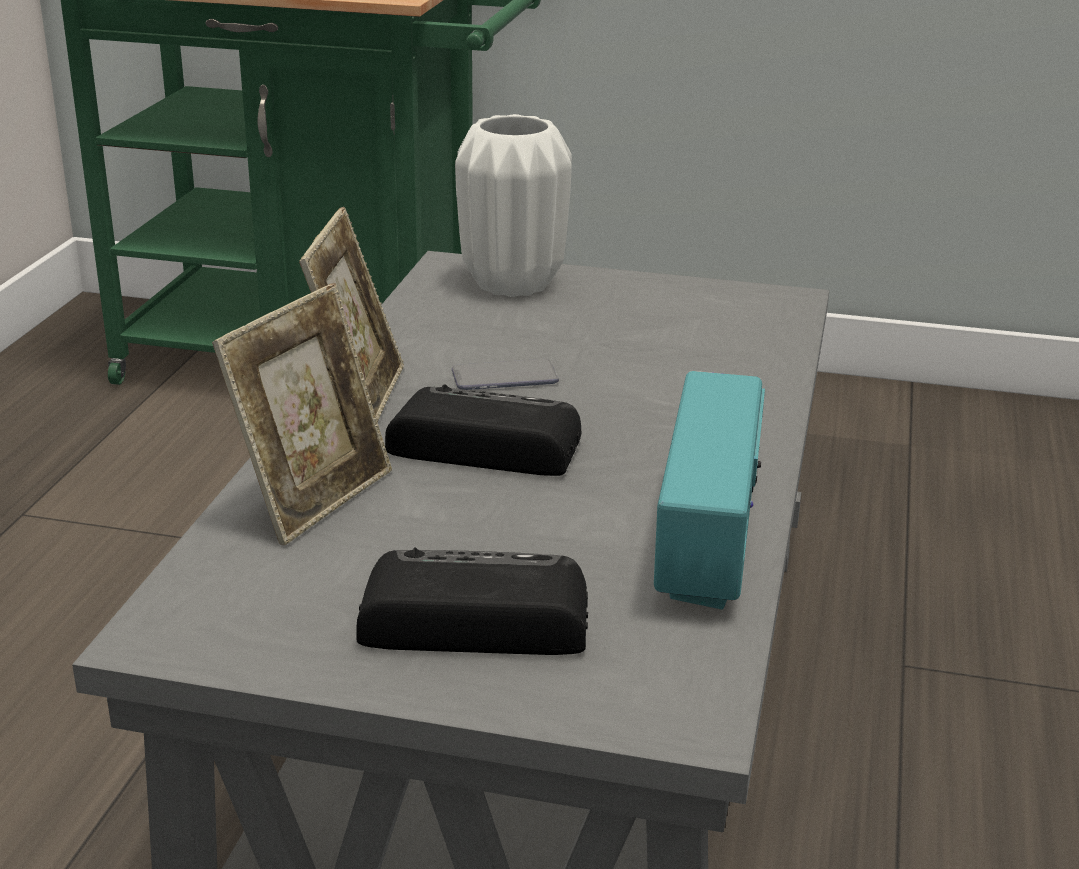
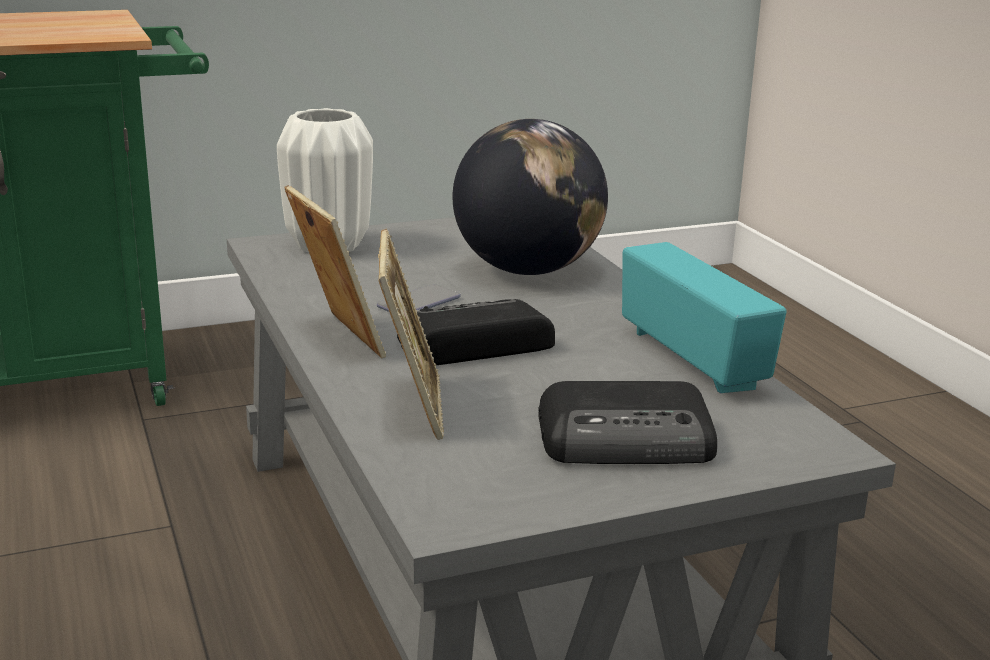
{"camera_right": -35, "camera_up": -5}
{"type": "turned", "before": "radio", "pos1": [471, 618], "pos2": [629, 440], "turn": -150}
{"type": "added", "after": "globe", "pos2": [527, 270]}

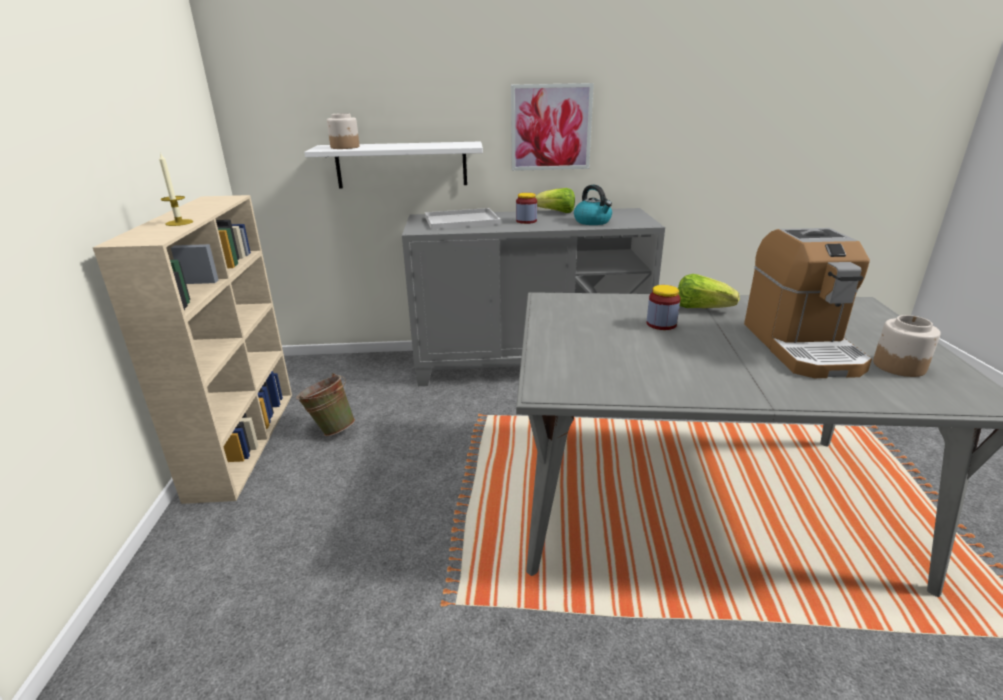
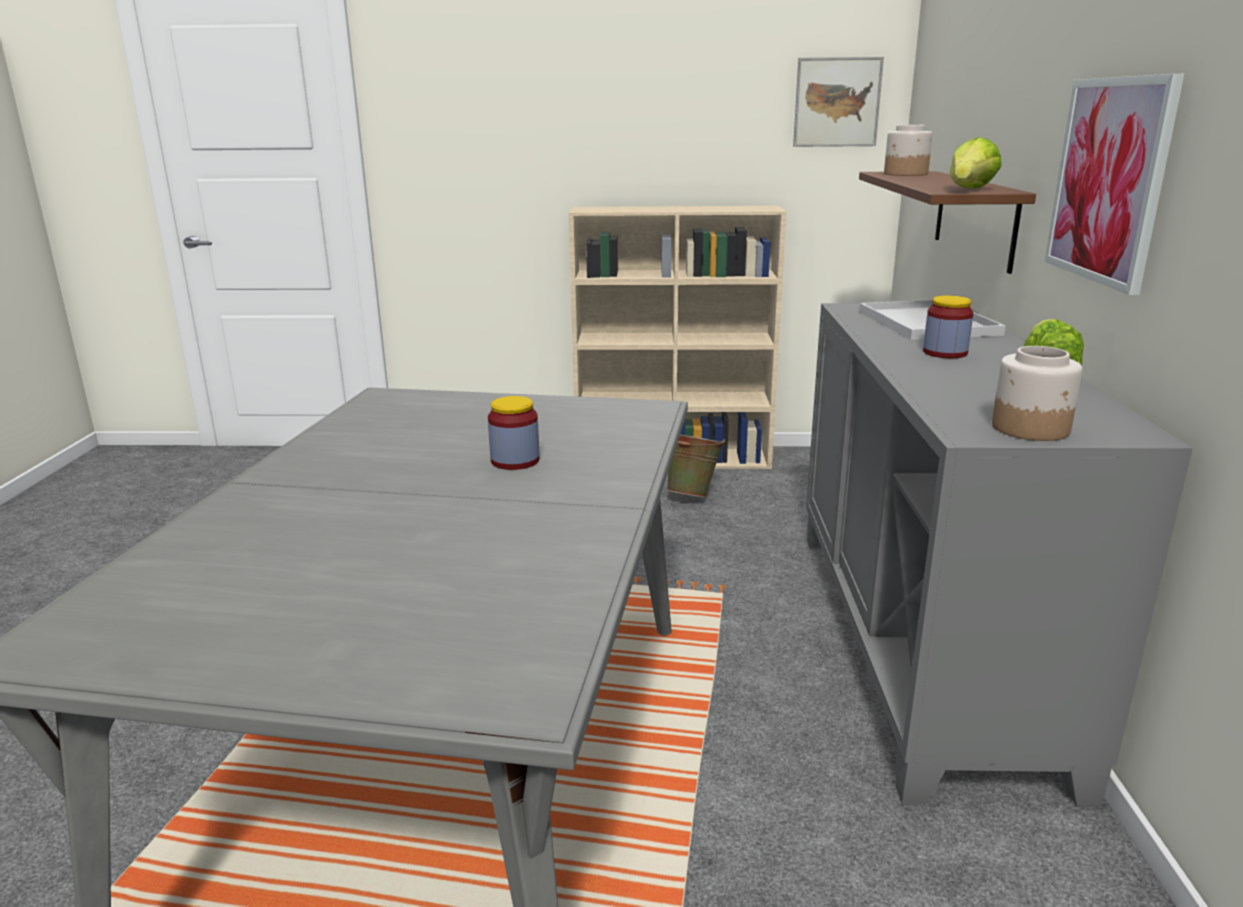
{"camera_right": 95, "camera_up": -5}
{"type": "removed", "before": "candle", "pos1": [179, 223]}
{"type": "recoloured", "before": "shelf in white", "after": "shelf in brown", "pos1": [401, 165], "pos2": [974, 218]}
{"type": "removed", "before": "kettle", "pos1": [593, 222]}
{"type": "moved", "before": "lettuce", "pos1": [701, 308], "pos2": [969, 190]}
{"type": "removed", "before": "coffee machine", "pos1": [801, 346]}
{"type": "moved", "before": "jar", "pos1": [899, 366], "pos2": [1031, 429]}
{"type": "added", "after": "picture", "pos2": [837, 102]}

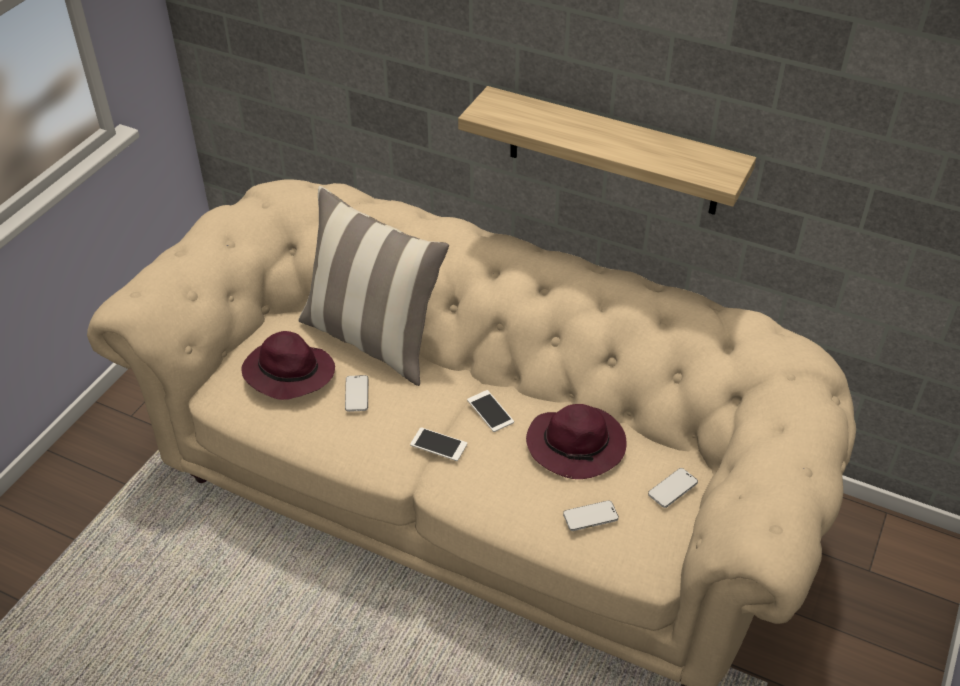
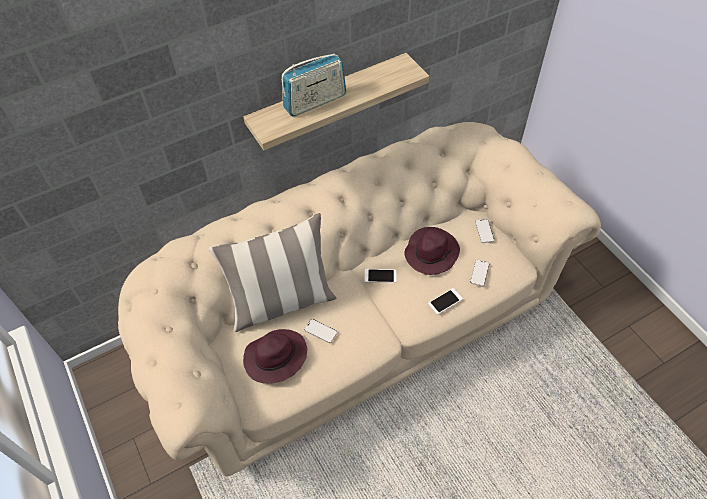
{"camera_right": -55, "camera_up": 10}
{"type": "moved", "before": "phone", "pos1": [438, 444], "pos2": [445, 301]}
{"type": "added", "after": "radio", "pos2": [315, 102]}

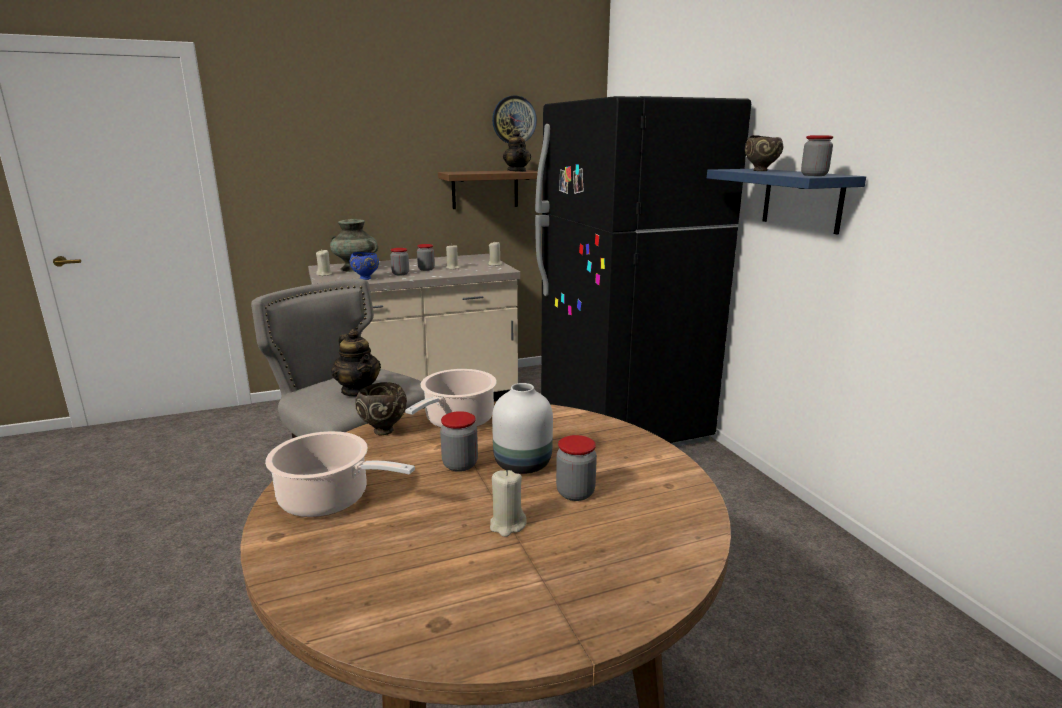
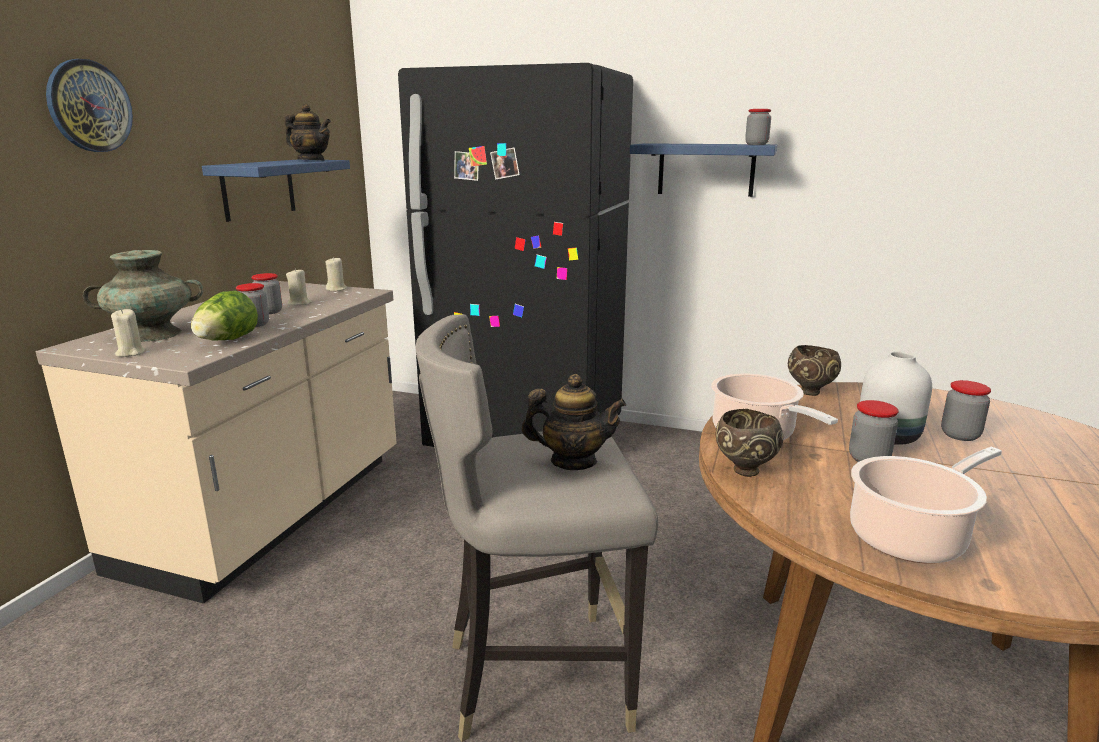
{"camera_right": -50, "camera_up": 0}
{"type": "replaced", "before": "bowl in blue", "after": "lettuce", "pos1": [366, 278], "pos2": [227, 341]}
{"type": "recoloured", "before": "shelf in brown", "after": "shelf in blue", "pos1": [485, 189], "pos2": [258, 189]}
{"type": "removed", "before": "candle in beige", "pos1": [507, 525]}
{"type": "moved", "before": "wall clock", "pos1": [514, 120], "pos2": [89, 106]}
{"type": "moved", "before": "bowl in brown", "pos1": [761, 170], "pos2": [811, 392]}

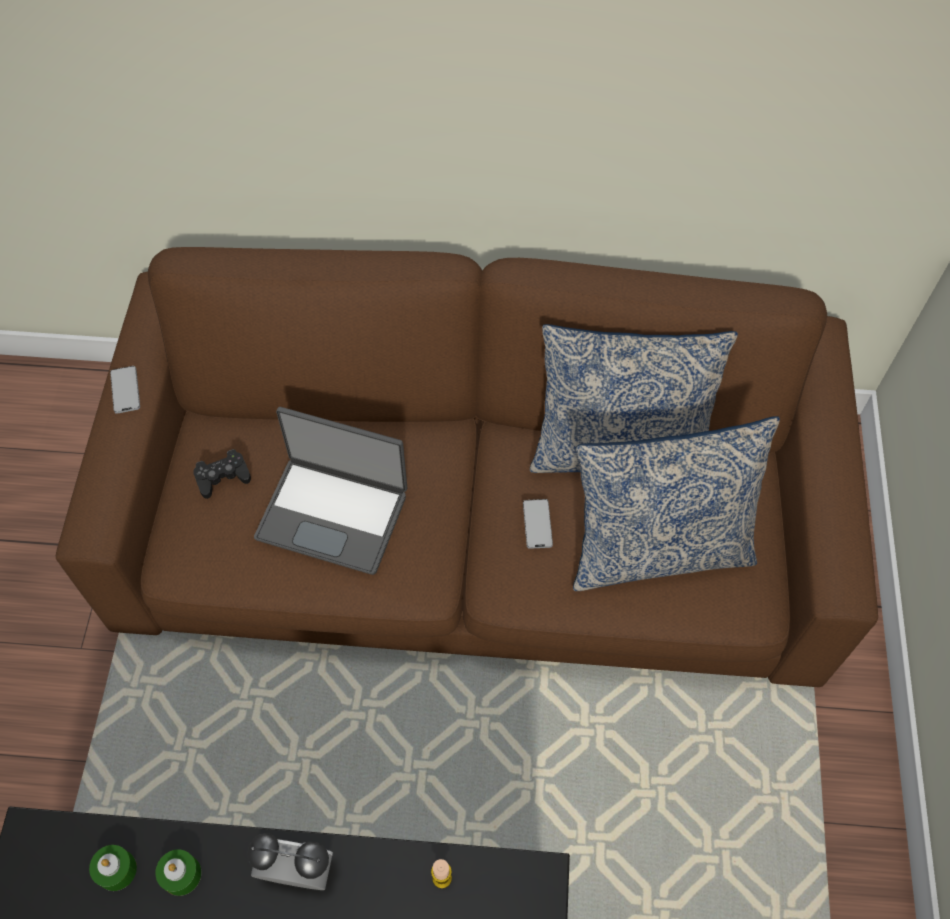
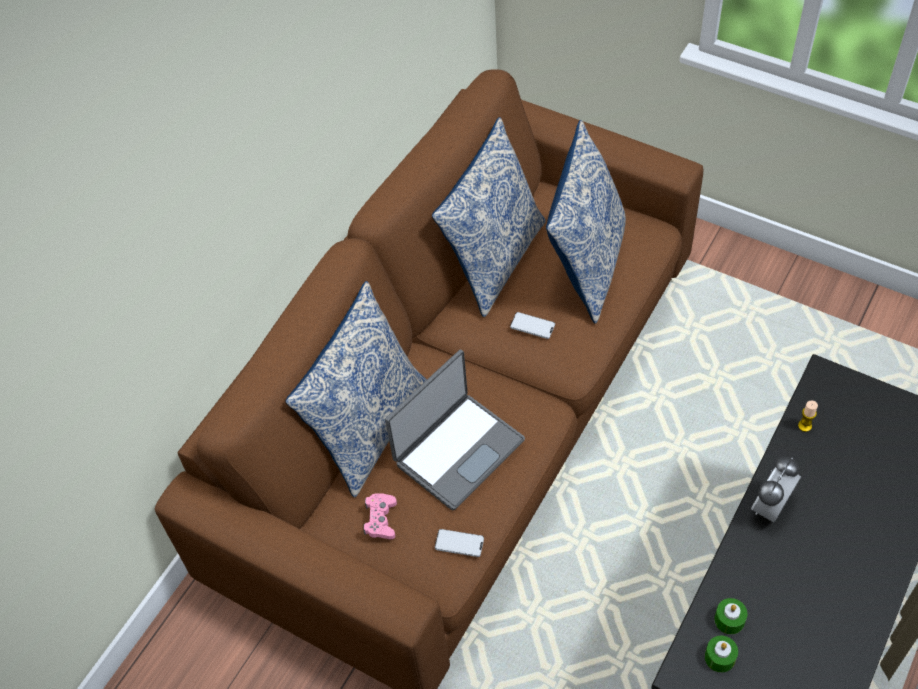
{"camera_right": -60, "camera_up": -5}
{"type": "moved", "before": "phone", "pos1": [125, 390], "pos2": [459, 543]}
{"type": "moved", "before": "candle in green", "pos1": [181, 875], "pos2": [720, 657]}
{"type": "recoloured", "before": "game controller in black", "after": "game controller in pink", "pos1": [222, 477], "pos2": [380, 519]}
{"type": "added", "after": "pillow", "pos2": [368, 428]}

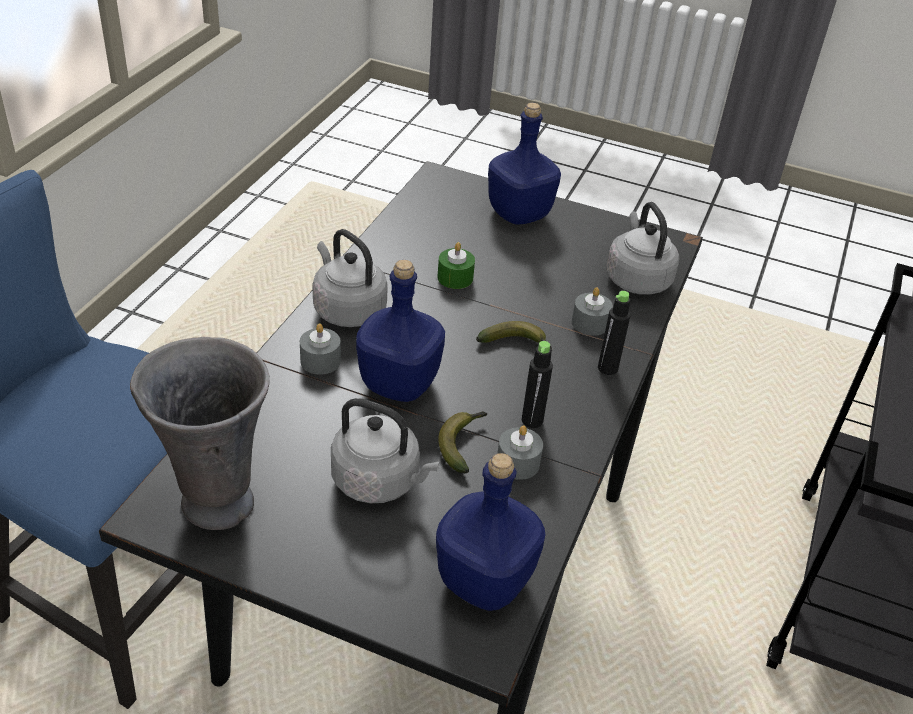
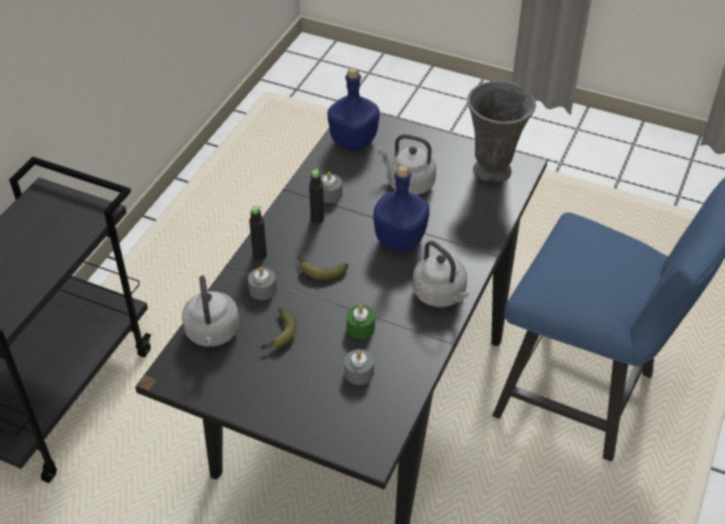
{"camera_right": -175, "camera_up": 5}
{"type": "moved", "before": "candle in grey", "pos1": [320, 361], "pos2": [359, 373]}
{"type": "moved", "before": "banana", "pos1": [463, 443], "pos2": [279, 335]}
{"type": "removed", "before": "bottle in blue", "pos1": [520, 214]}

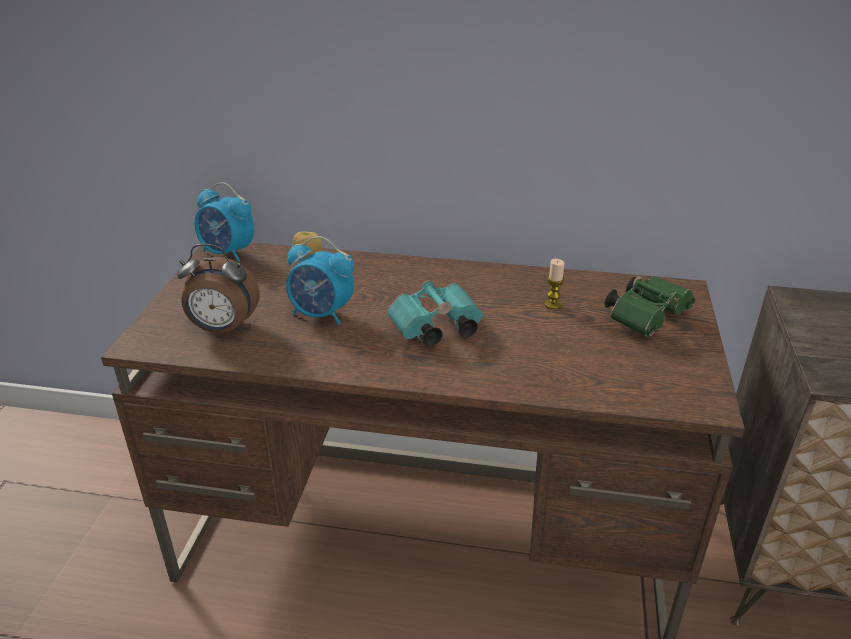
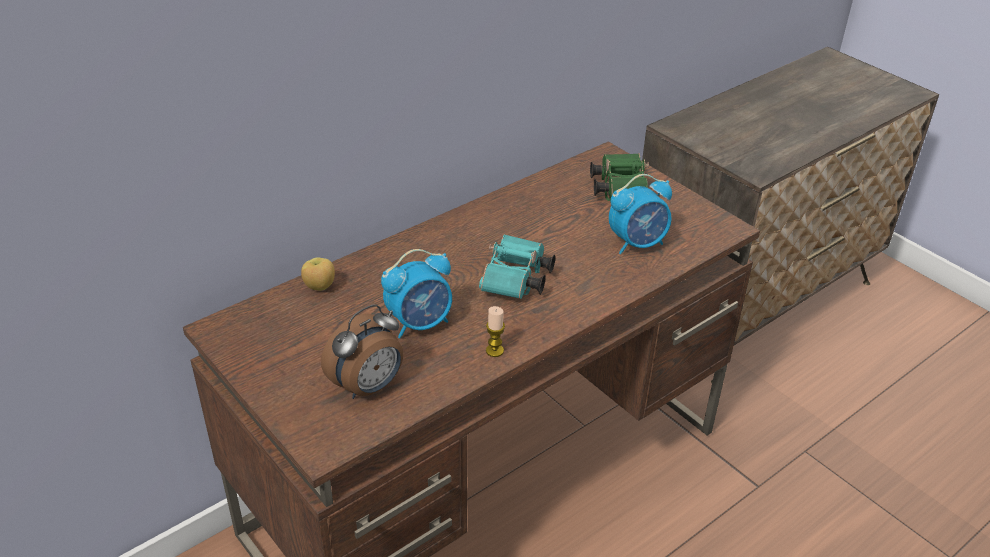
{"camera_right": -50, "camera_up": 5}
{"type": "moved", "before": "alarm clock", "pos1": [228, 253], "pos2": [637, 243]}
{"type": "moved", "before": "candle", "pos1": [552, 304], "pos2": [494, 351]}

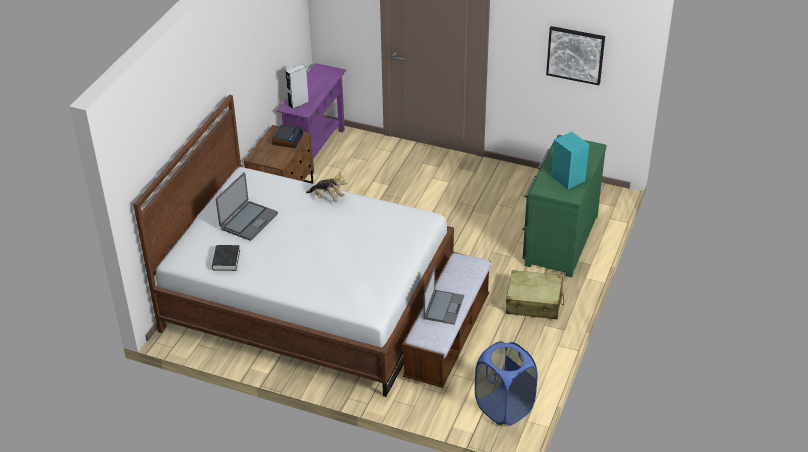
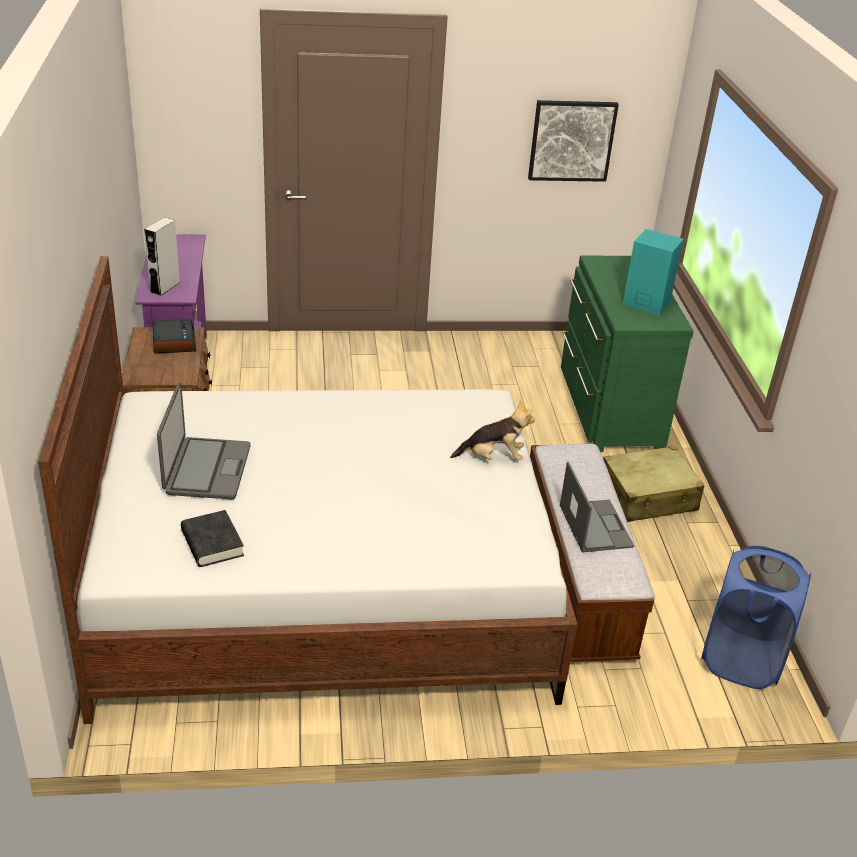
{"camera_right": -30, "camera_up": -5}
{"type": "moved", "before": "plush toy", "pos1": [327, 198], "pos2": [493, 457]}

